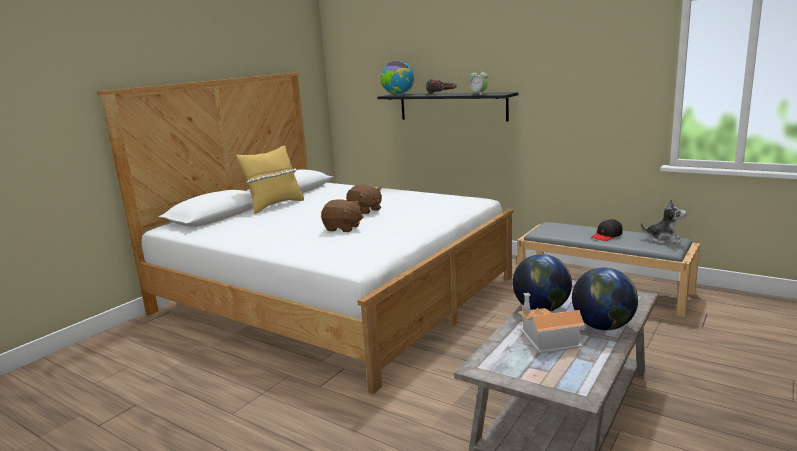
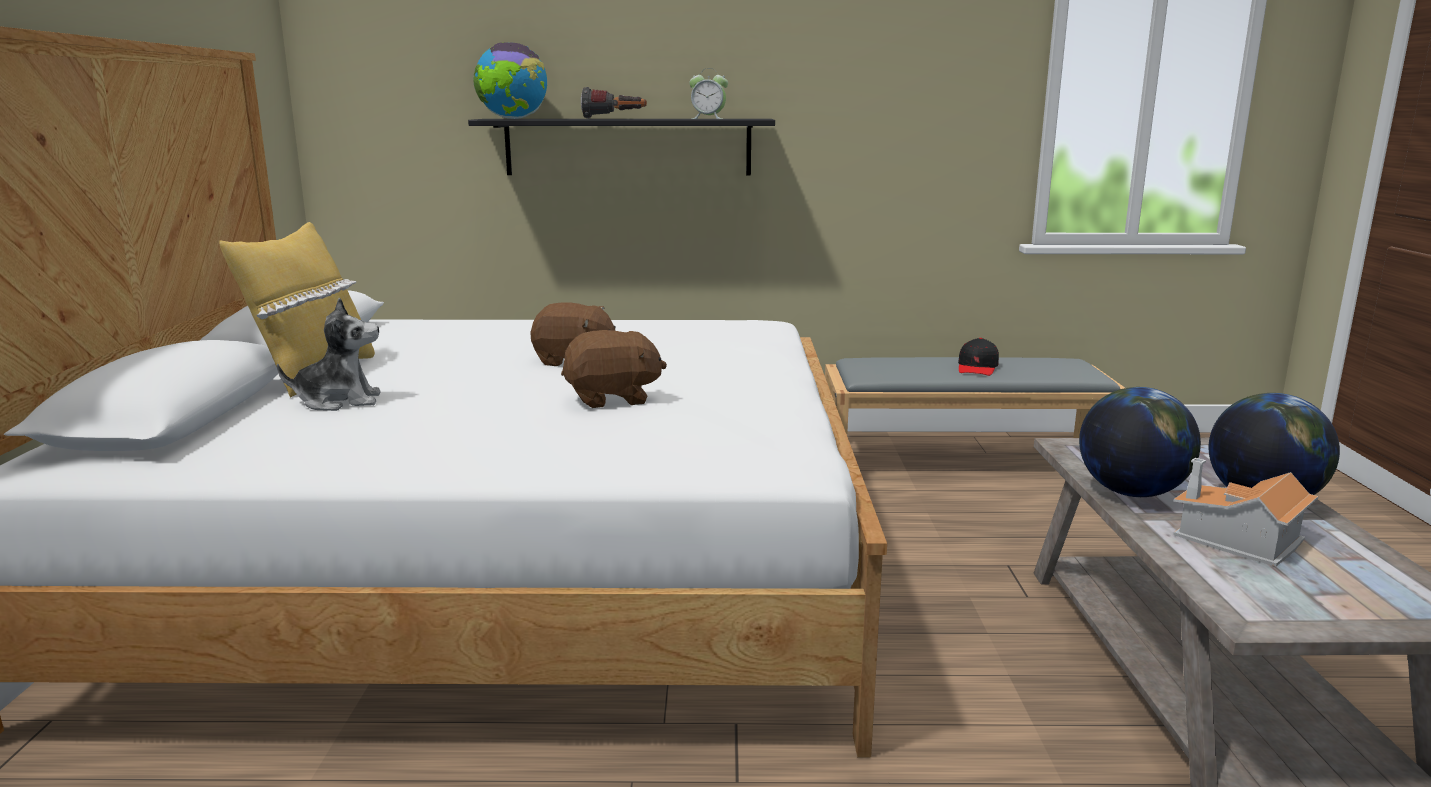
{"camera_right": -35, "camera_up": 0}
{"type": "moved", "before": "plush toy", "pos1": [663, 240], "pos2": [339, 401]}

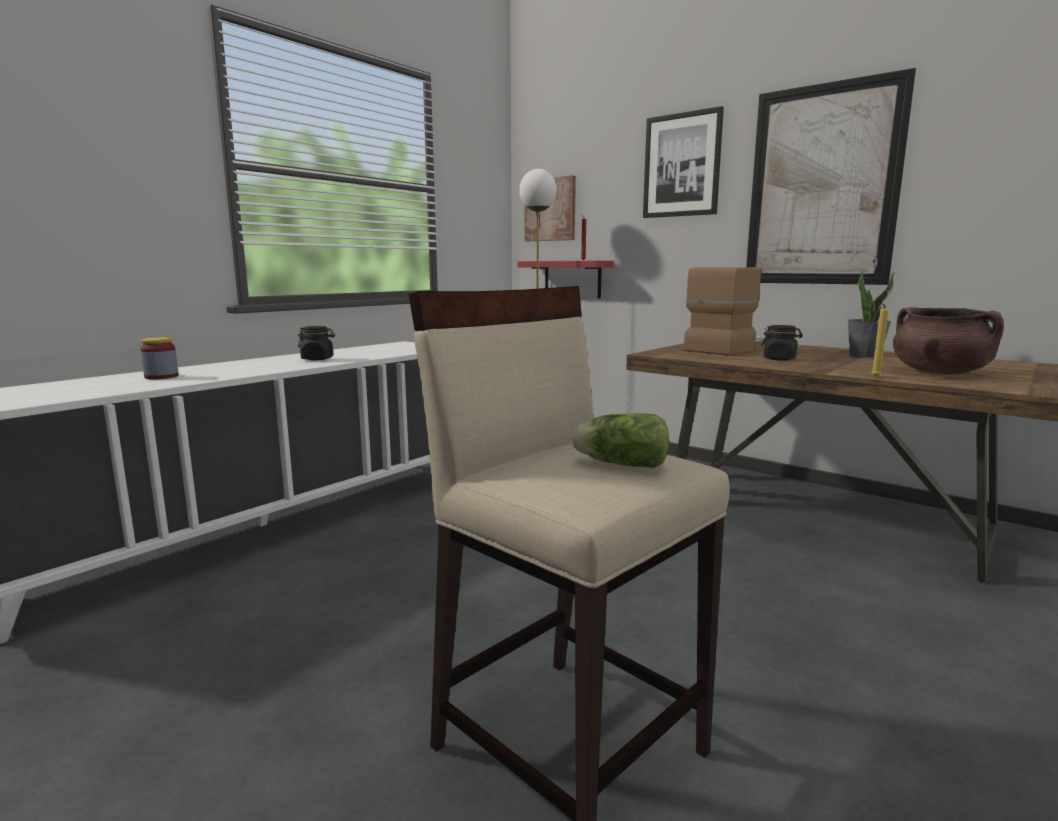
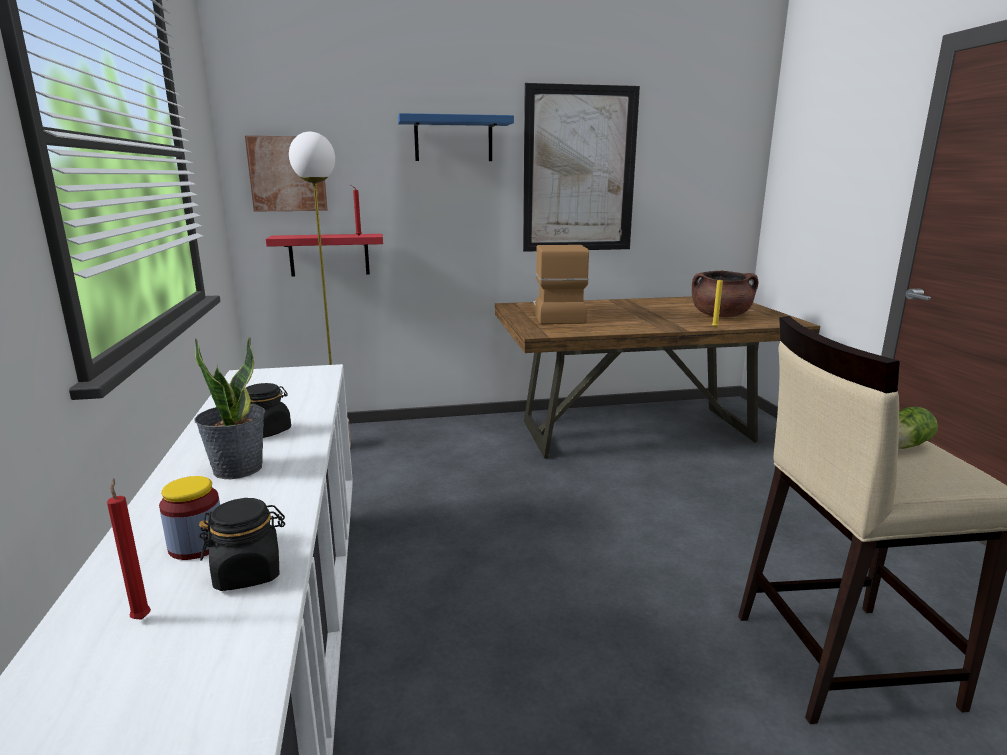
{"camera_right": -50, "camera_up": 5}
{"type": "replaced", "before": "picture", "after": "shelf in blue", "pos1": [682, 165], "pos2": [453, 139]}
{"type": "moved", "before": "jar in black", "pos1": [780, 359], "pos2": [248, 573]}
{"type": "moved", "before": "potted plant", "pos1": [864, 356], "pos2": [237, 468]}
{"type": "added", "after": "candle in red", "pos2": [142, 617]}

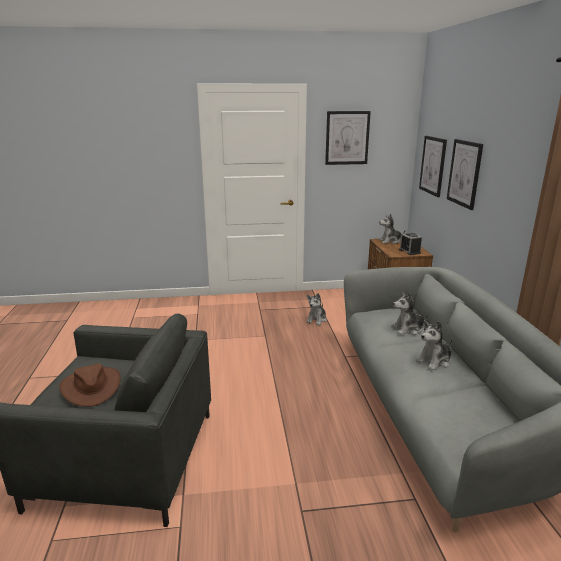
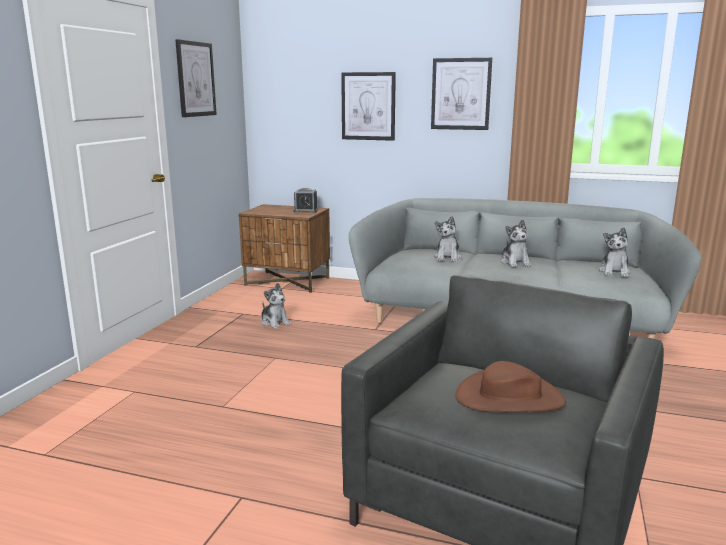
{"camera_right": -65, "camera_up": -5}
{"type": "moved", "before": "plush toy", "pos1": [390, 241], "pos2": [614, 272]}
{"type": "moved", "before": "picture", "pos1": [433, 165], "pos2": [461, 94]}

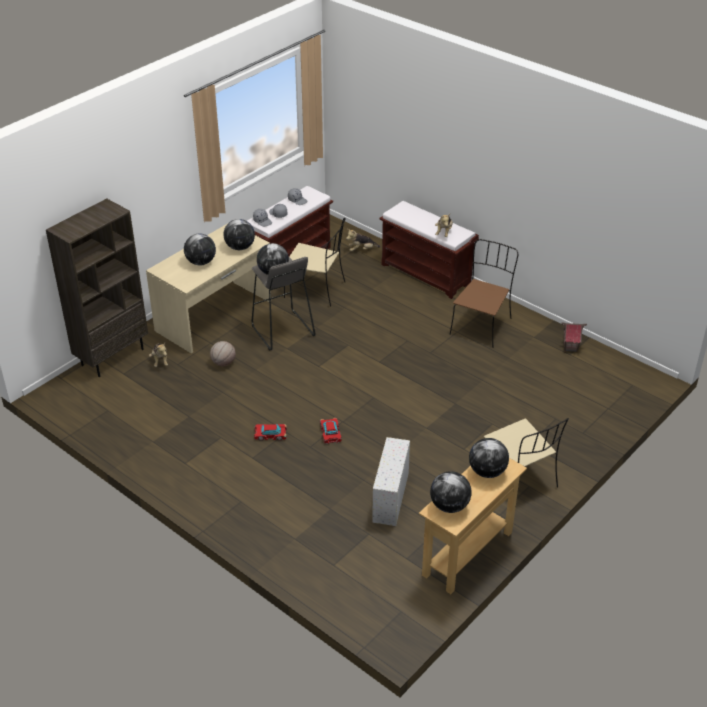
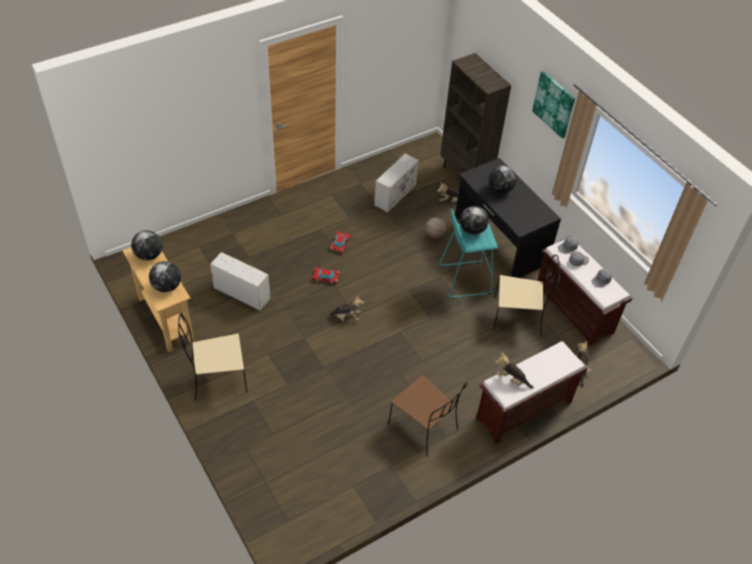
{"camera_right": 105, "camera_up": 10}
{"type": "recoloured", "before": "desk in beige", "after": "desk in black", "pos1": [214, 316], "pos2": [499, 241]}
{"type": "removed", "before": "globe", "pos1": [240, 247]}
{"type": "recoloured", "before": "stool in grey", "after": "stool in turquoise", "pos1": [282, 331], "pos2": [464, 279]}
{"type": "turned", "before": "chair in beige", "pos1": [316, 290], "pos2": [519, 316], "turn": -120}
{"type": "removed", "before": "toy house", "pos1": [570, 347]}
{"type": "added", "after": "plush toy", "pos2": [346, 317]}
{"type": "added", "after": "storage box in white", "pos2": [395, 194]}
{"type": "added", "after": "picture", "pos2": [554, 104]}

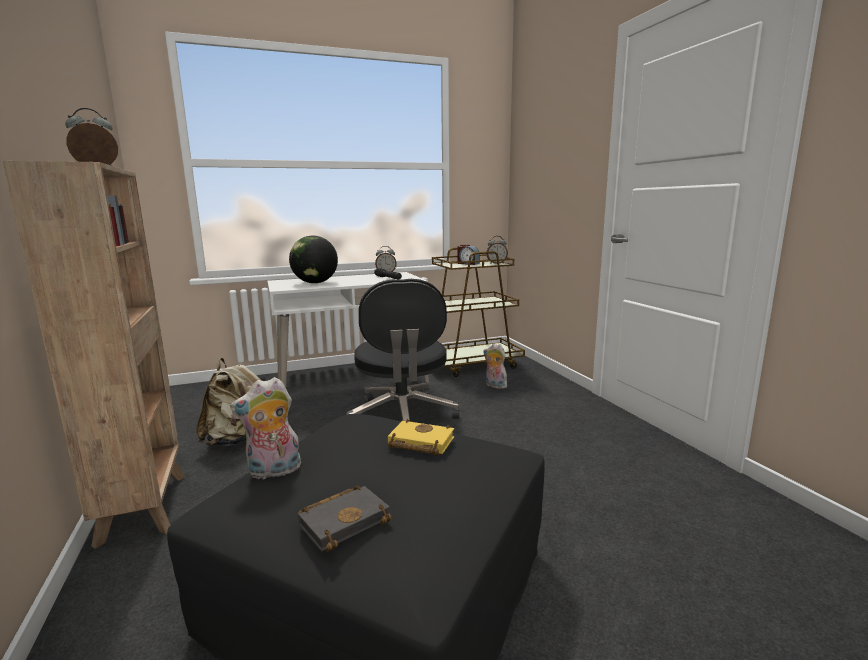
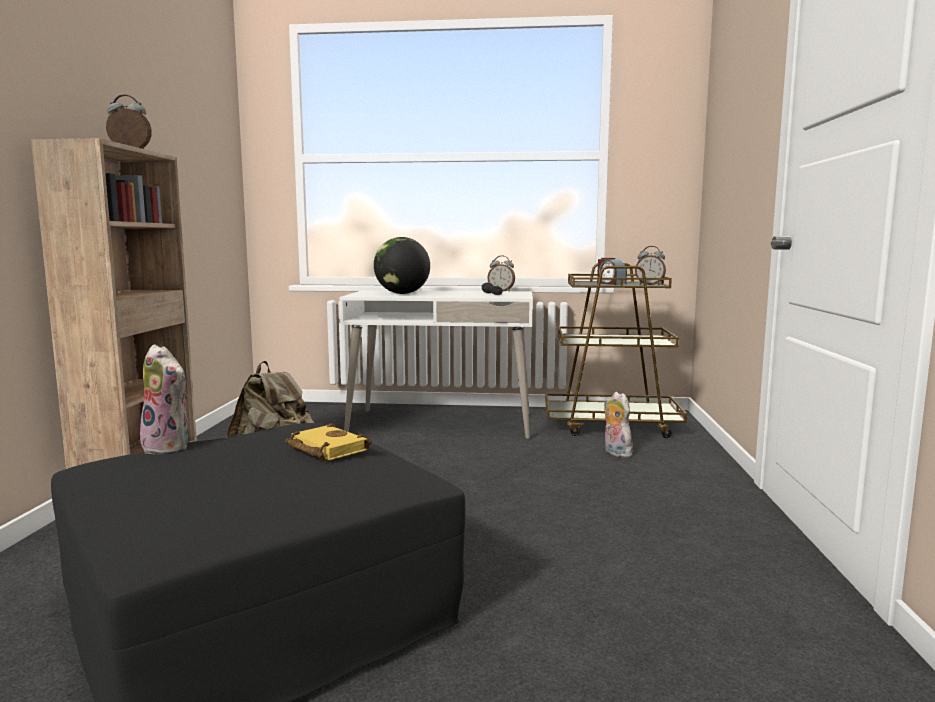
{"camera_right": 25, "camera_up": -5}
{"type": "turned", "before": "plush toy", "pos1": [273, 472], "pos2": [170, 448], "turn": -150}
{"type": "removed", "before": "book in black", "pos1": [345, 520]}
{"type": "removed", "before": "office chair in black", "pos1": [403, 417]}

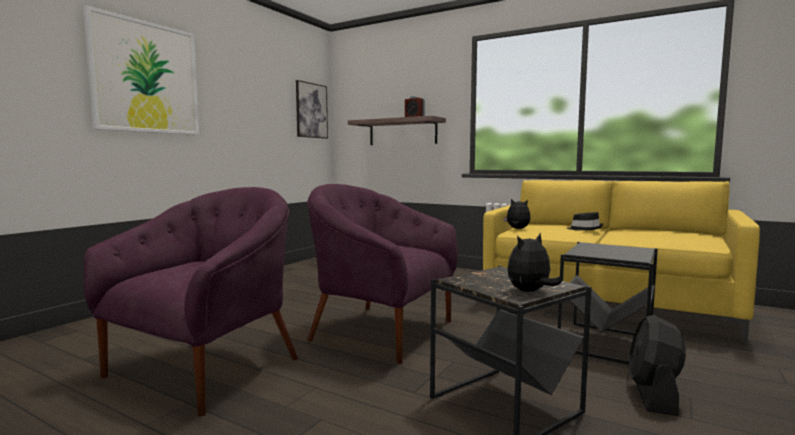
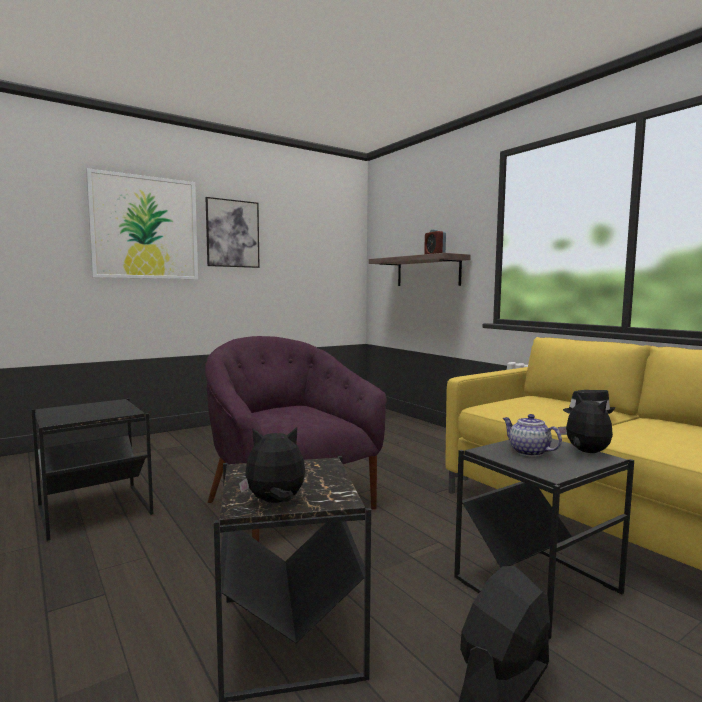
{"camera_right": 25, "camera_up": 0}
{"type": "replaced", "before": "armchair in purple", "after": "side table in black", "pos1": [207, 367], "pos2": [96, 511]}
{"type": "moved", "before": "picture", "pos1": [311, 110], "pos2": [232, 233]}
{"type": "moved", "before": "plush toy", "pos1": [517, 229], "pos2": [585, 452]}
{"type": "added", "after": "teapot", "pos2": [528, 452]}

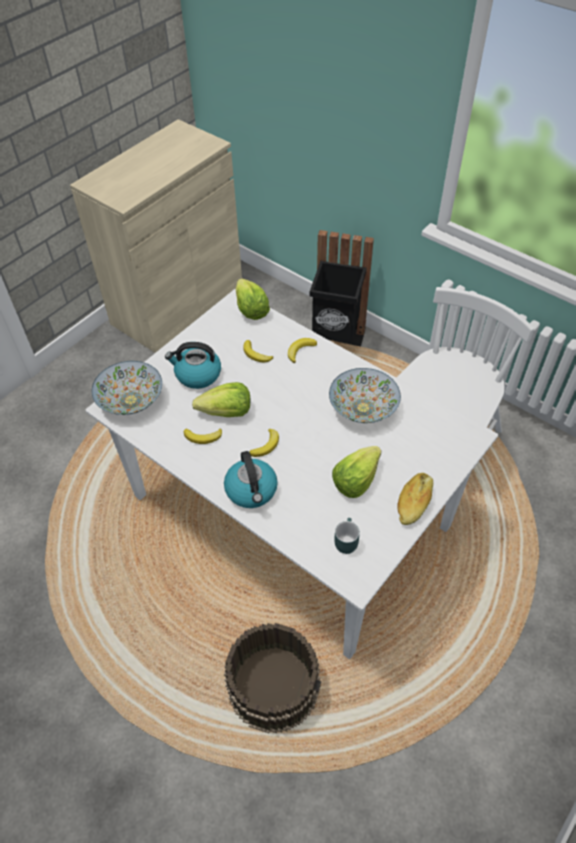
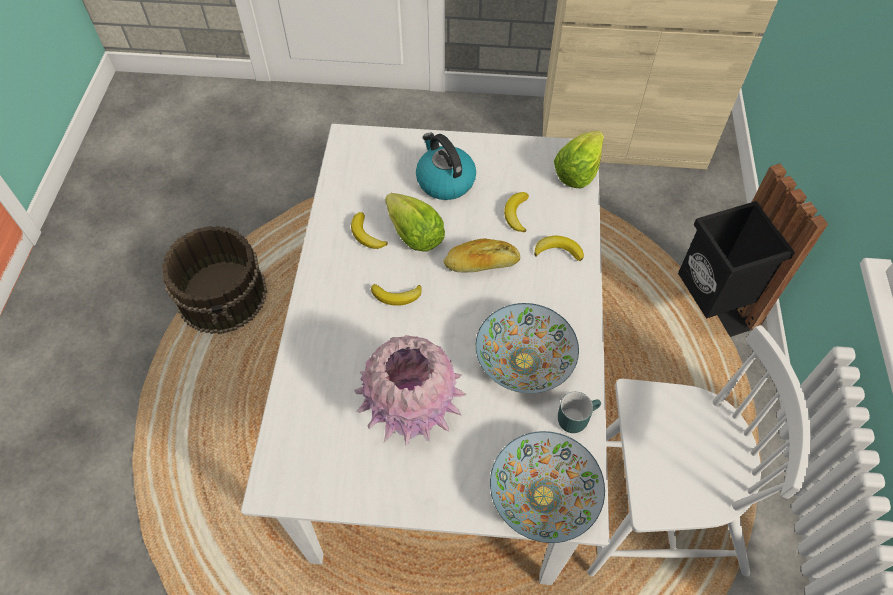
{"camera_right": 55, "camera_up": 5}
{"type": "moved", "before": "bowl", "pos1": [131, 400], "pos2": [543, 496]}
{"type": "removed", "before": "kettle", "pos1": [252, 490]}
{"type": "moved", "before": "bucket in brown", "pos1": [273, 685], "pos2": [223, 295]}
{"type": "replaced", "before": "lettuce", "after": "vase in pink", "pos1": [356, 480], "pos2": [411, 411]}
{"type": "moved", "before": "mug in turquoise", "pos1": [344, 541], "pos2": [575, 417]}
{"type": "moved", "before": "bread", "pos1": [414, 502], "pos2": [481, 264]}

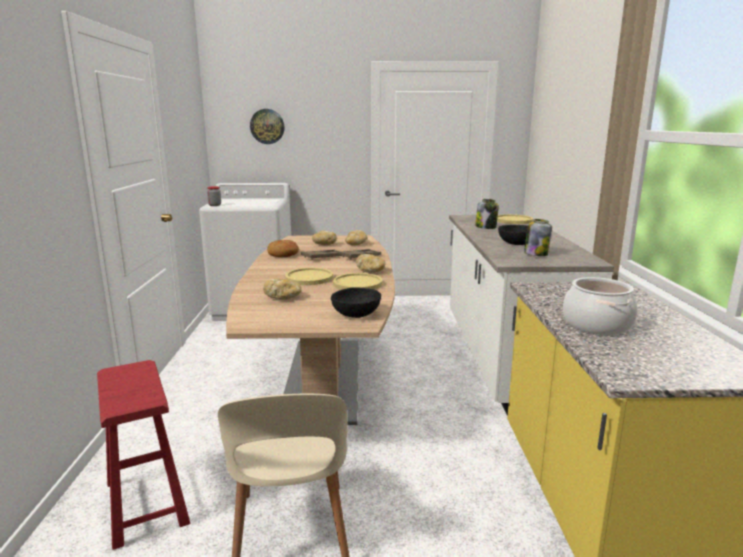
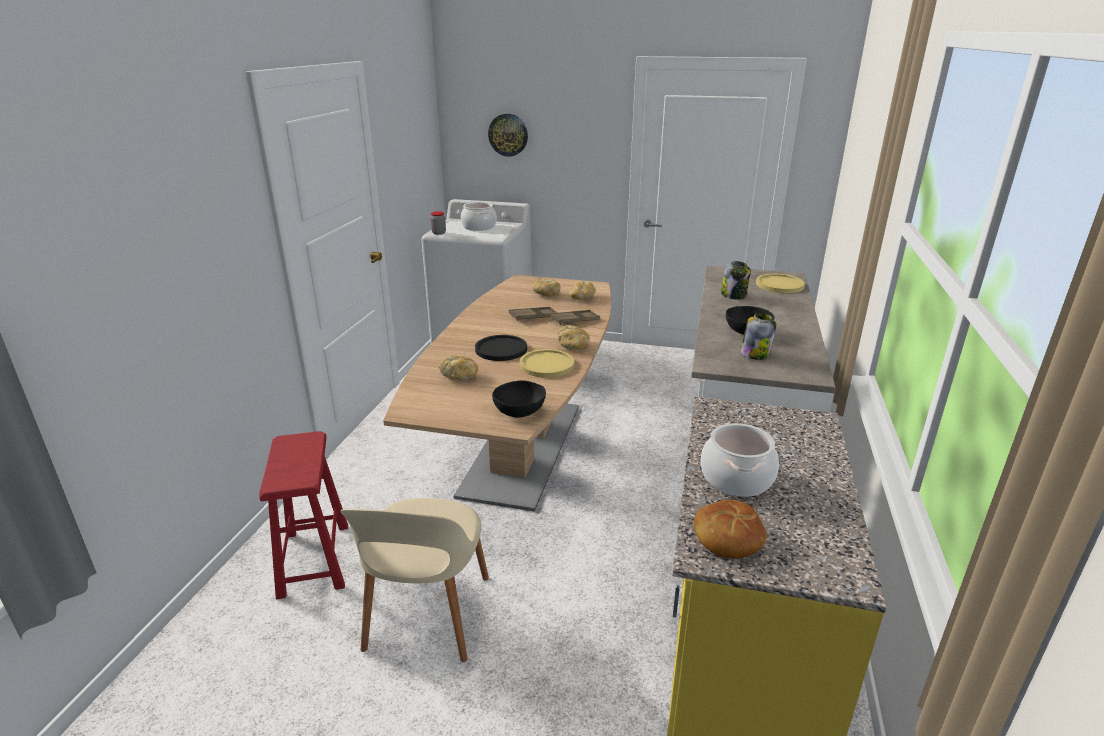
{"camera_right": 15, "camera_up": 10}
{"type": "moved", "before": "bread", "pos1": [283, 254], "pos2": [727, 538]}
{"type": "recoloured", "before": "plate in yellow", "after": "plate in black", "pos1": [309, 278], "pos2": [501, 349]}
{"type": "added", "after": "cooking pot", "pos2": [478, 227]}

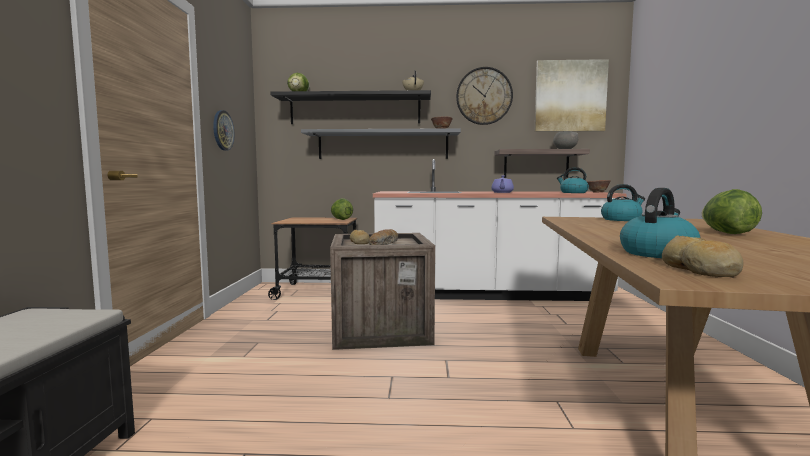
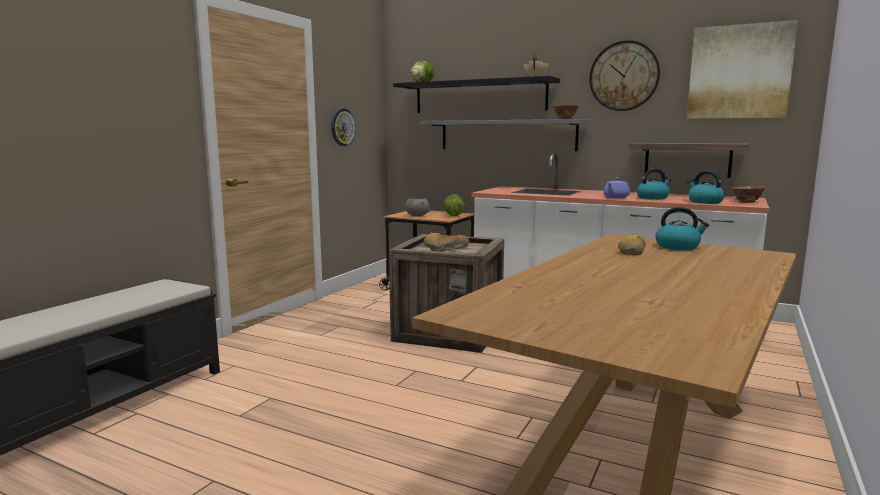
{"camera_right": 25, "camera_up": 5}
{"type": "moved", "before": "bowl in grey", "pos1": [565, 149], "pos2": [417, 216]}
{"type": "moved", "before": "kettle", "pos1": [657, 253], "pos2": [652, 198]}
{"type": "moved", "before": "bread", "pos1": [699, 270], "pos2": [631, 251]}
{"type": "removed", "before": "lettuce", "pos1": [727, 233]}

